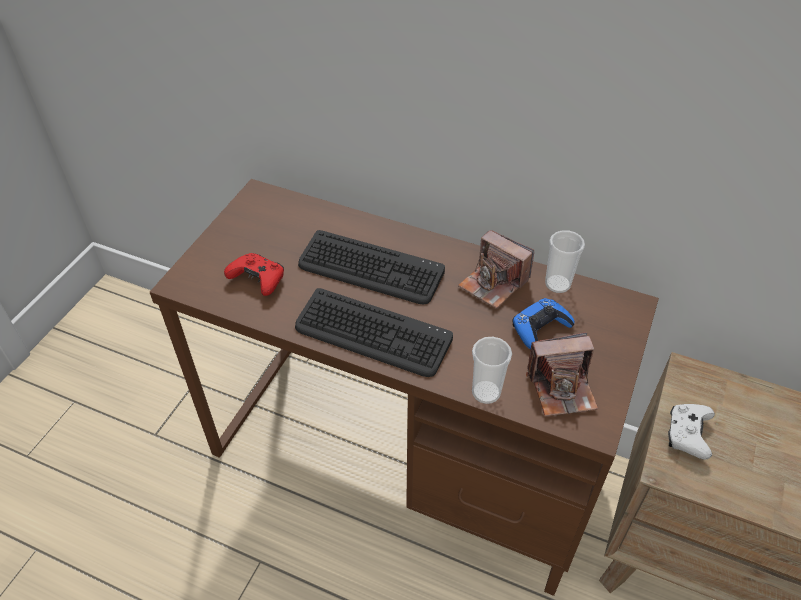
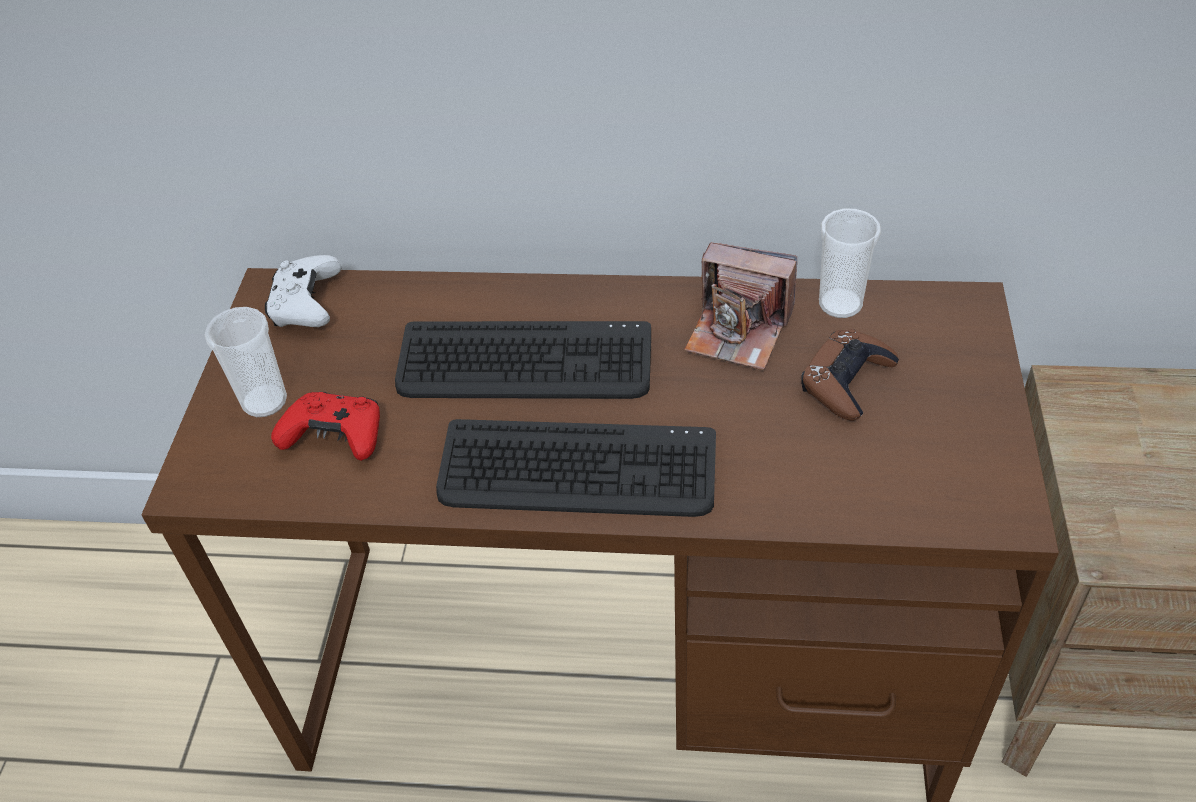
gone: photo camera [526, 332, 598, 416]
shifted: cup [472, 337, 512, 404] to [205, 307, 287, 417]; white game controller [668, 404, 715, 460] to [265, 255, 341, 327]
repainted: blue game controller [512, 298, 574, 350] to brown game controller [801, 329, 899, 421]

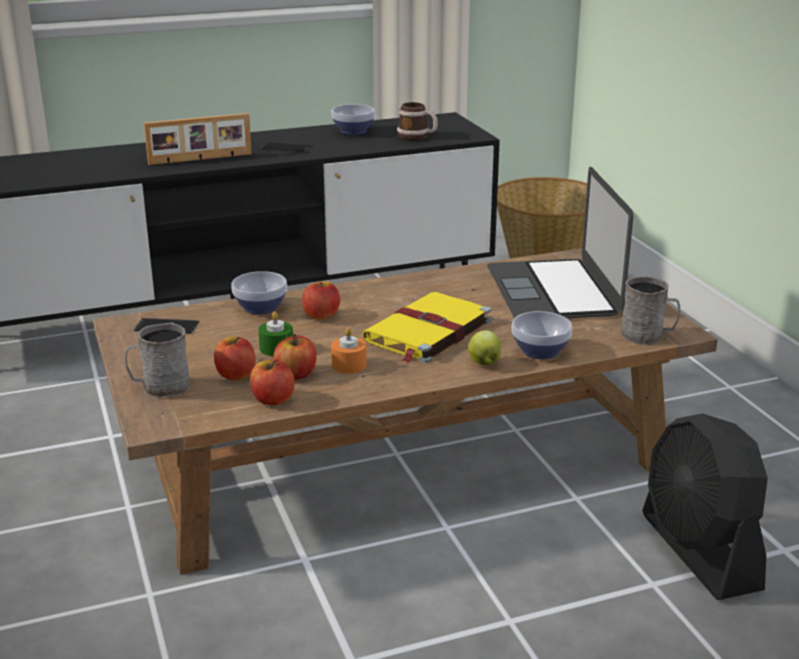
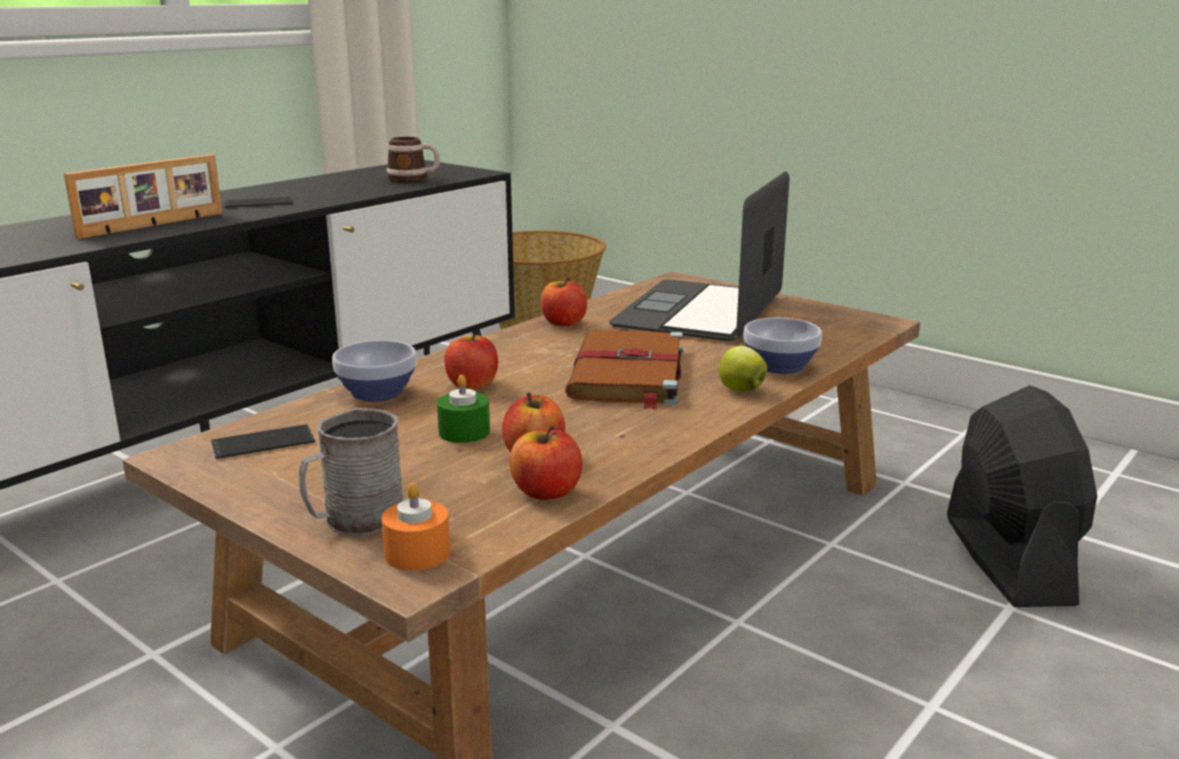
gone: bowl [331, 104, 375, 135]; grey mug [621, 276, 680, 345]
shifted: orange candle [331, 327, 367, 374] to [381, 483, 450, 571]; apple [214, 336, 256, 380] to [541, 278, 587, 326]
repainted: yellow book [362, 292, 492, 363] to brown book [565, 330, 683, 410]
rotated: laptop [487, 167, 633, 318] = [609, 171, 790, 341] 60 degrees clockwise; black fan [642, 413, 768, 600] = [947, 385, 1097, 607] 135 degrees counterclockwise

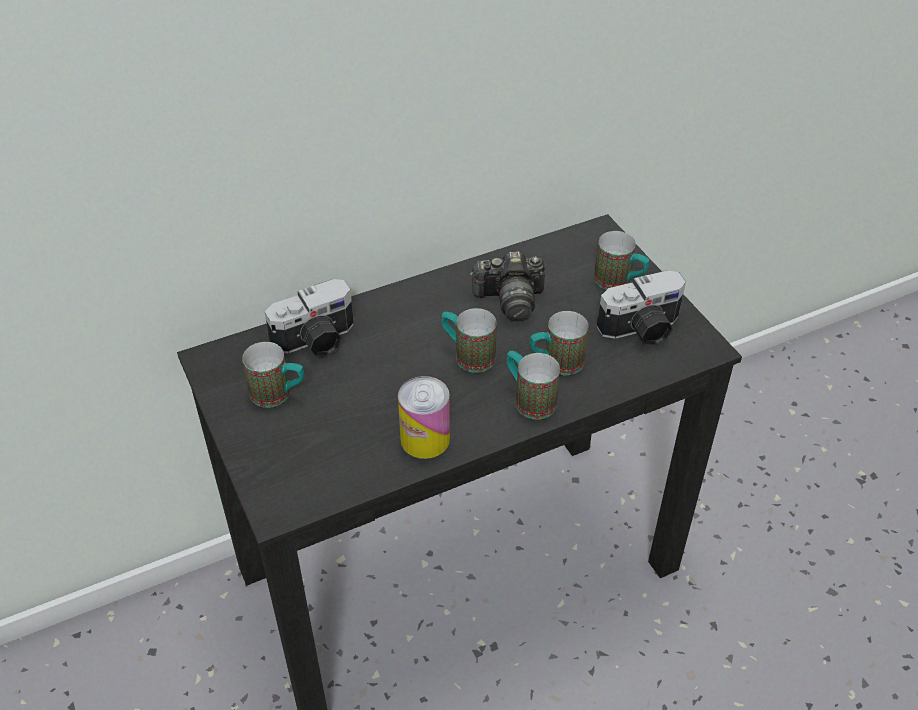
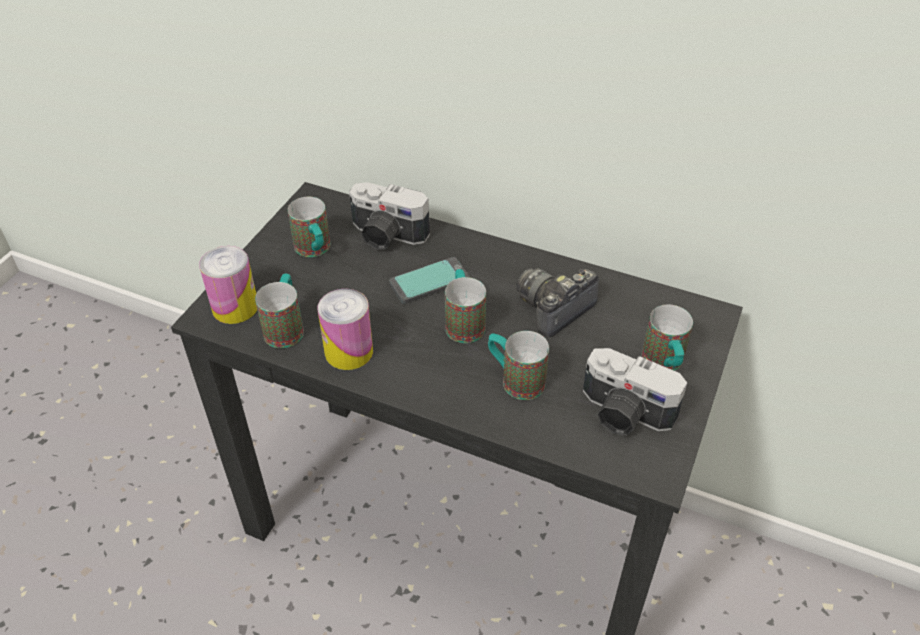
new: can [199, 246, 257, 324]; phone [389, 257, 470, 304]
shifted: mug [507, 351, 560, 419] to [255, 274, 304, 348]
rotated: photo camera [470, 251, 545, 321] = [516, 268, 599, 337] 90 degrees clockwise

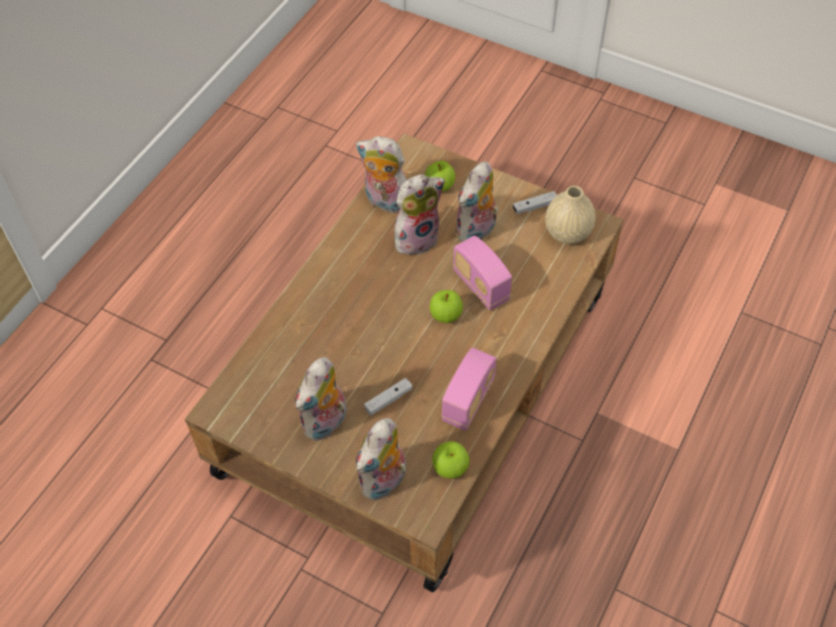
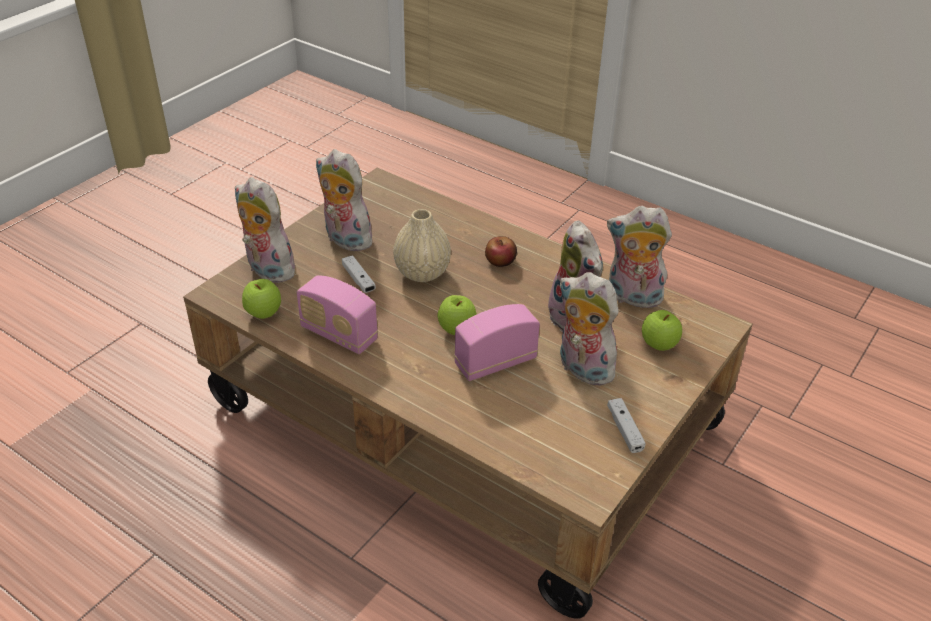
new: apple [485, 236, 517, 267]
shifted: beige vase [545, 186, 596, 244] to [393, 209, 451, 282]
rotated: plush toy [356, 136, 406, 213] = [607, 206, 672, 308] 105 degrees counterclockwise

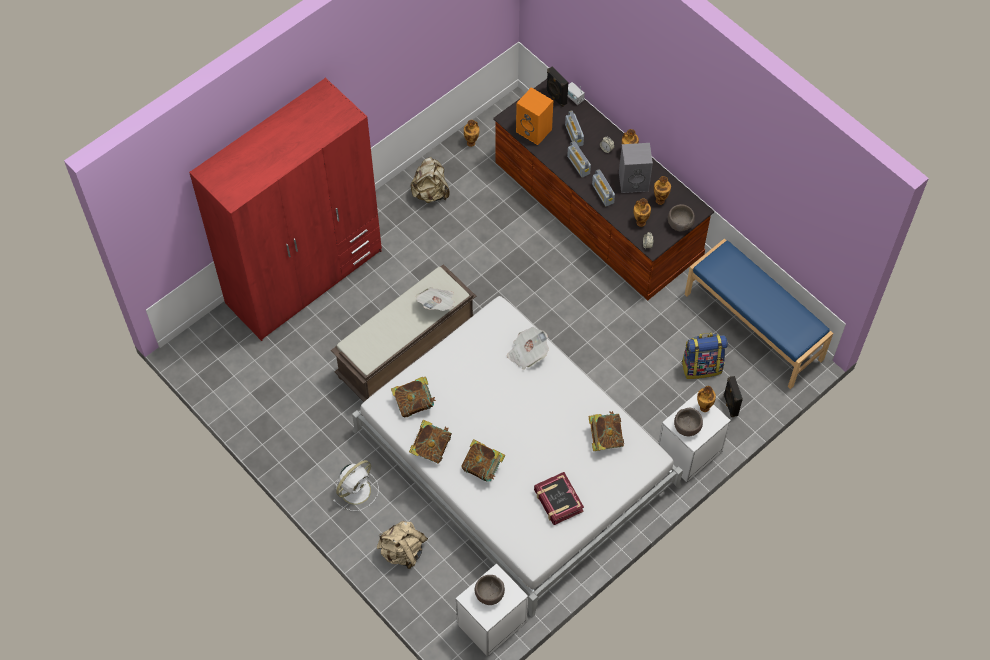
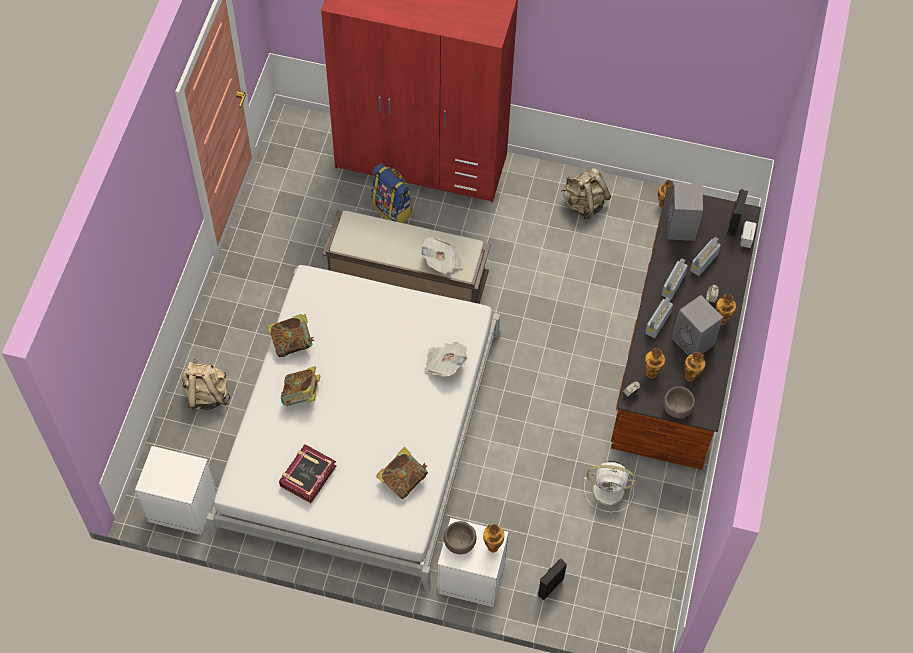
gone: book [391, 377, 436, 418]; brown bowl [475, 575, 505, 605]; blue bench [685, 238, 833, 389]
shifted: backpack [682, 333, 728, 379] to [371, 164, 412, 223]; white fan [333, 460, 379, 511] to [584, 461, 637, 512]
repainted: orange speaker [516, 87, 553, 145] to grey speaker [667, 183, 703, 241]

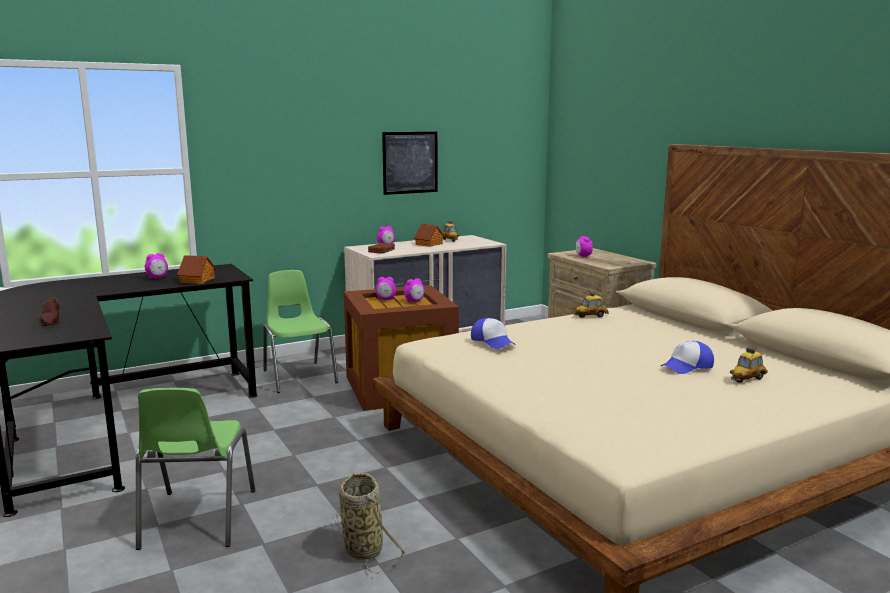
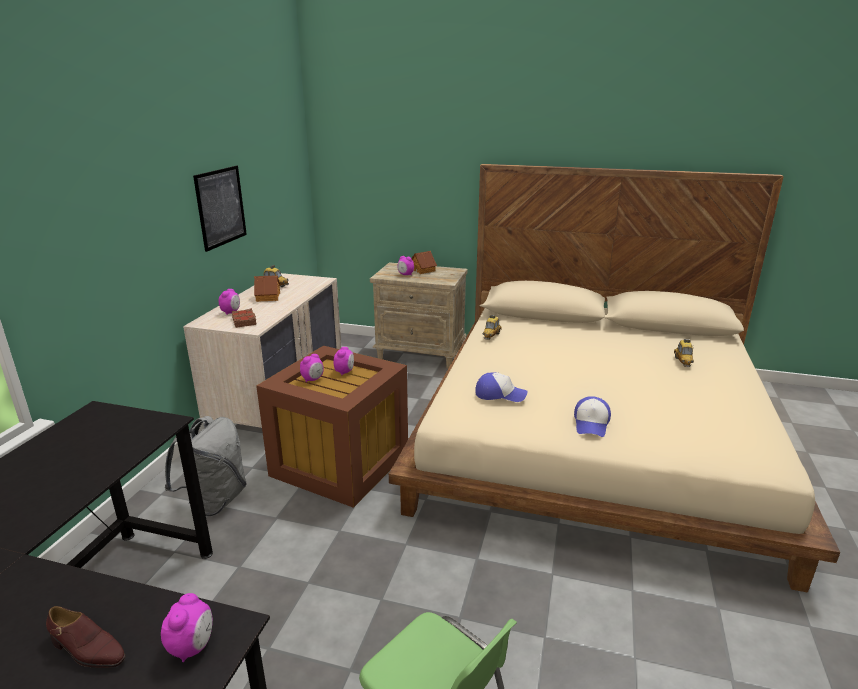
gone: basket [335, 473, 407, 574]
shifted: alarm clock [145, 253, 168, 279] to [161, 593, 213, 662]; toy house [177, 255, 217, 284] to [411, 251, 437, 274]; cap [661, 341, 714, 374] to [574, 396, 611, 437]
swapped: green chair [263, 270, 338, 393] to grey backpack [165, 416, 247, 516]

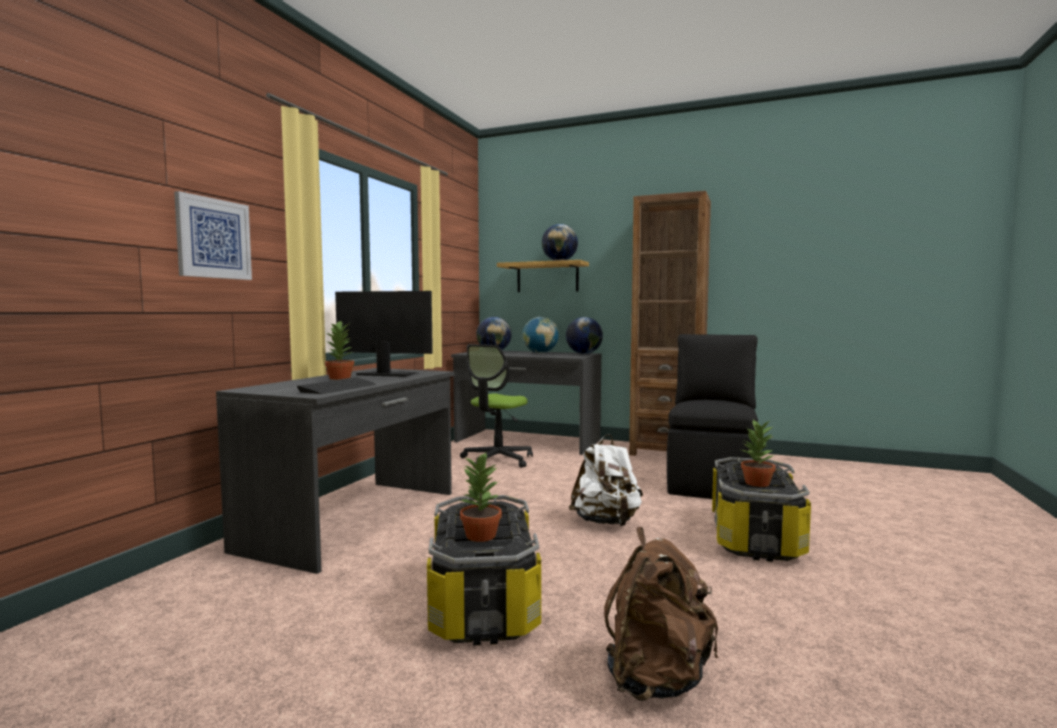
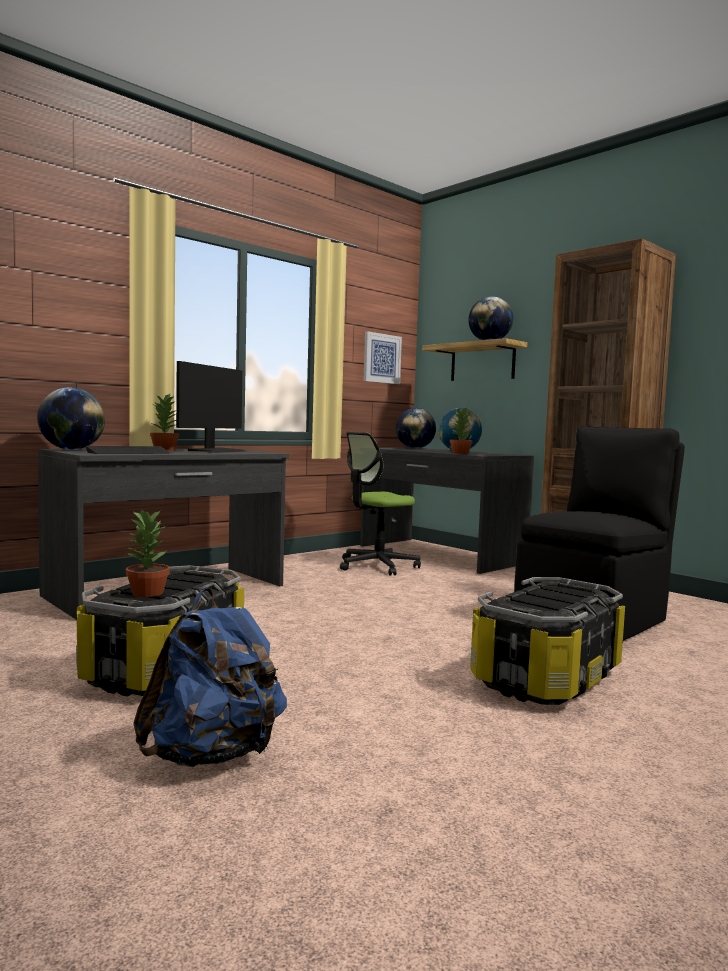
gone: white backpack [569, 434, 643, 526]
shifted: globe [566, 317, 603, 354] to [37, 387, 105, 450]; picture [174, 191, 252, 280] to [363, 331, 402, 384]; potted plant [741, 419, 776, 487] to [450, 407, 473, 454]
repainted: brown backpack [604, 527, 718, 701] to blue backpack [133, 588, 287, 767]
rotated: monitor [335, 291, 433, 377] = [176, 361, 245, 453] 75 degrees clockwise

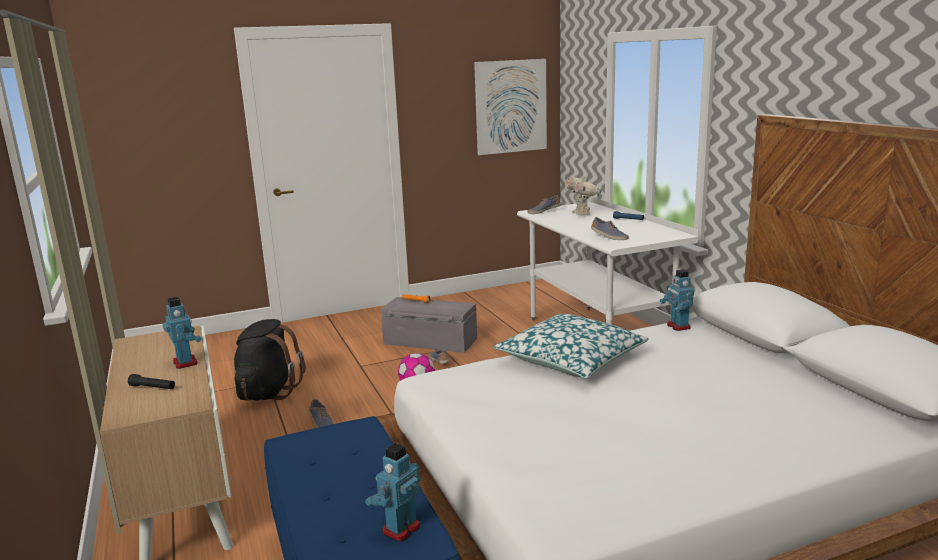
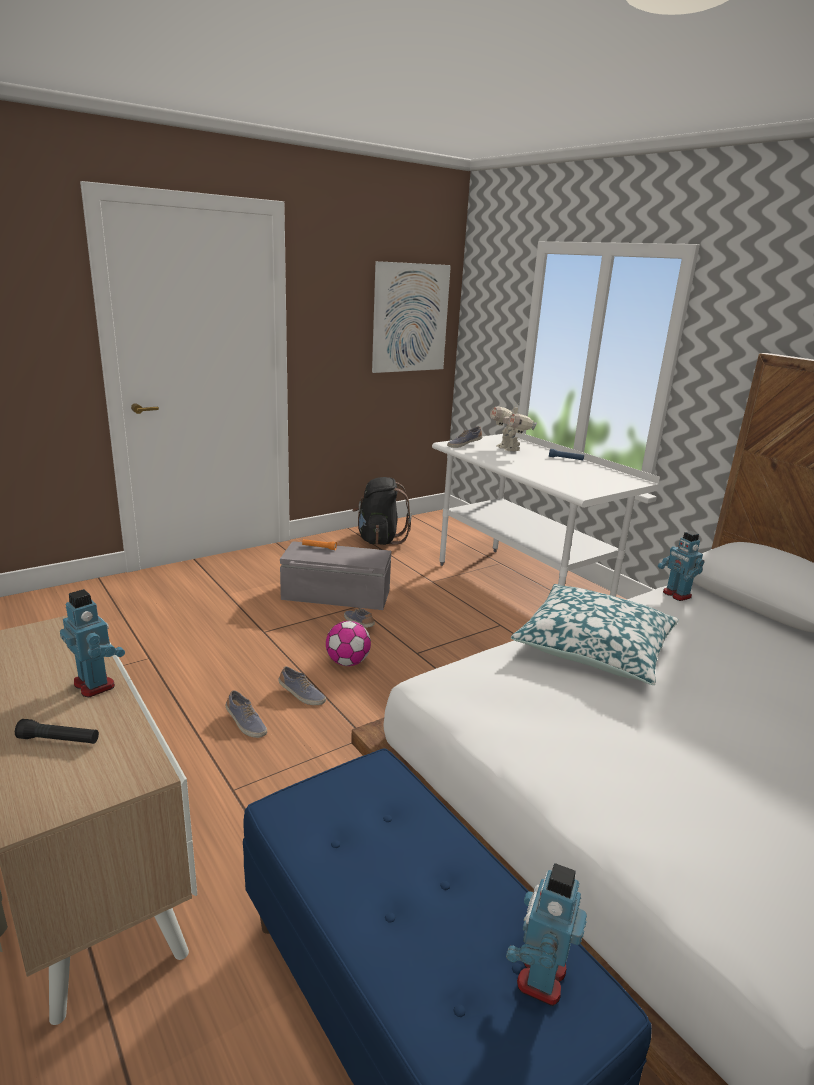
shifted: shoe [591, 217, 629, 240] to [278, 666, 326, 705]; black backpack [233, 319, 306, 401] to [352, 477, 412, 545]

